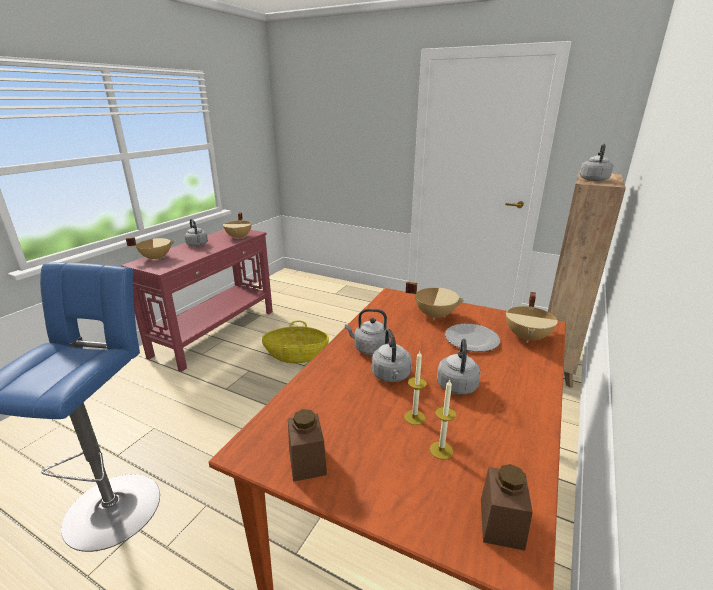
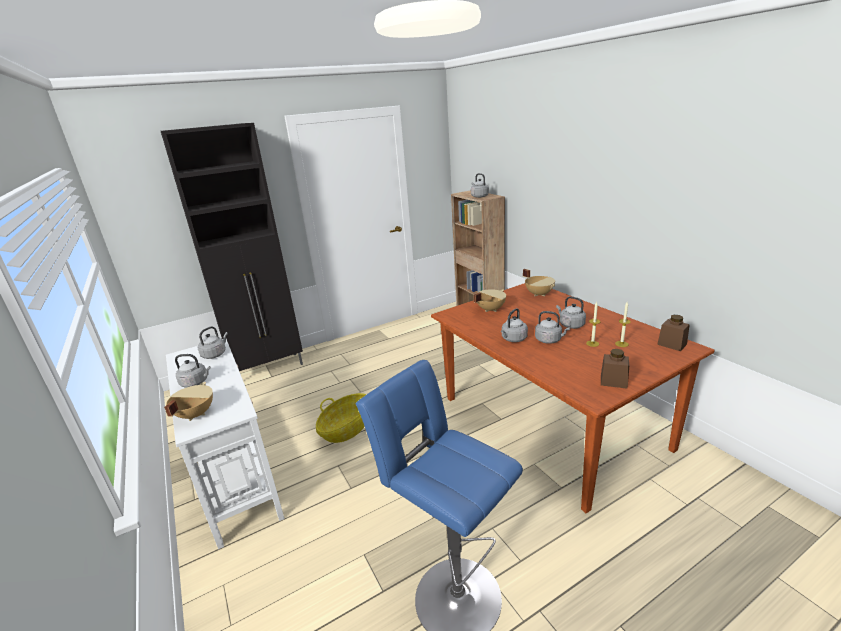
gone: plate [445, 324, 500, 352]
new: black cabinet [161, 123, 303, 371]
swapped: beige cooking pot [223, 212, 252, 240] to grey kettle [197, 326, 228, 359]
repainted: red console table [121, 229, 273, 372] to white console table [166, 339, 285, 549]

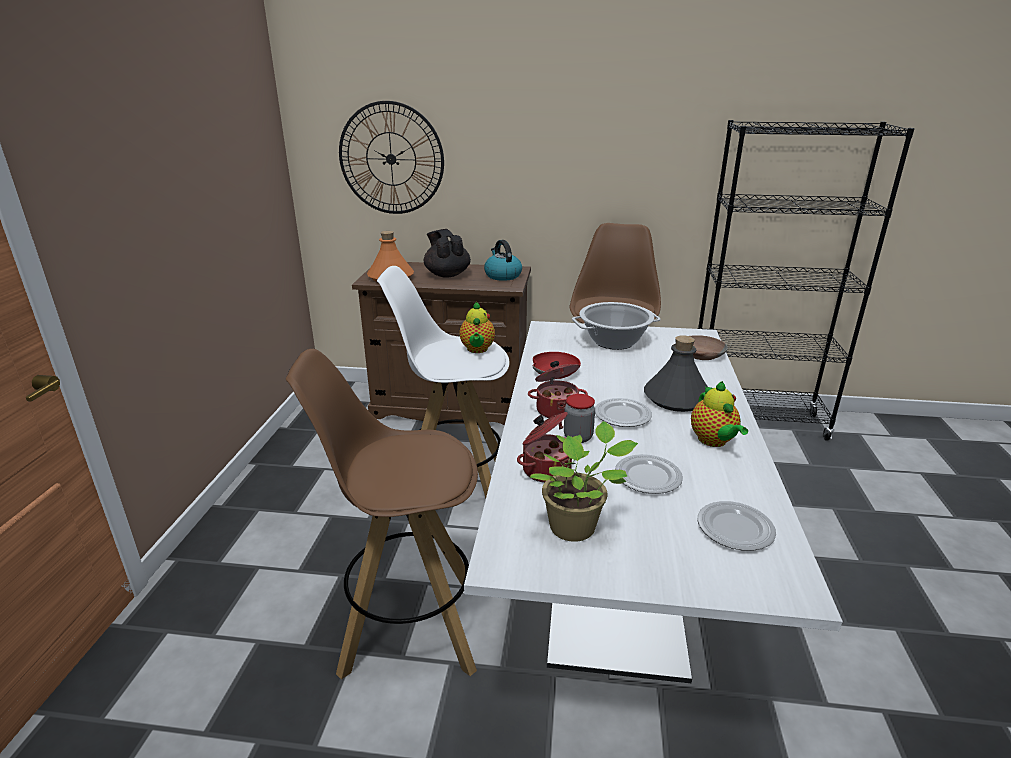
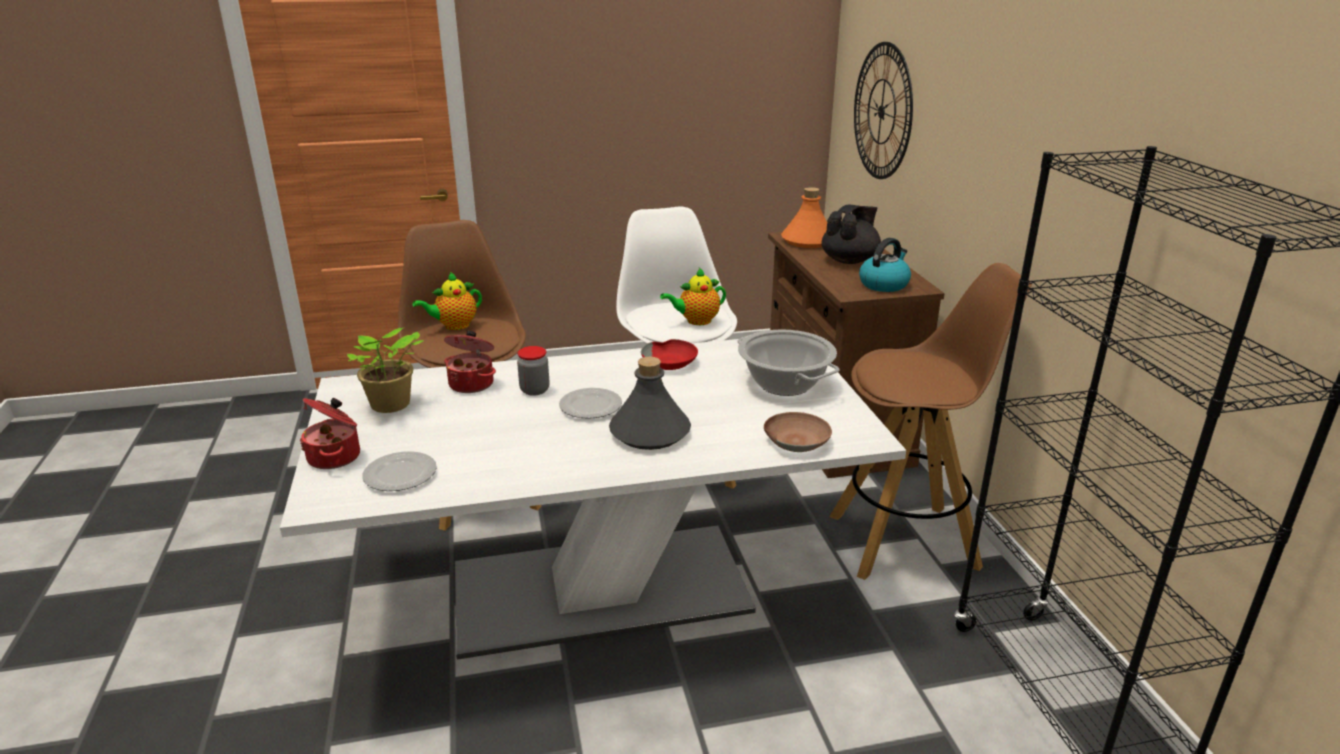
gone: plate [615, 454, 683, 494]
shifted: cooking pot [528, 361, 588, 418] to [300, 398, 360, 469]; teapot [691, 381, 748, 447] to [412, 272, 482, 330]

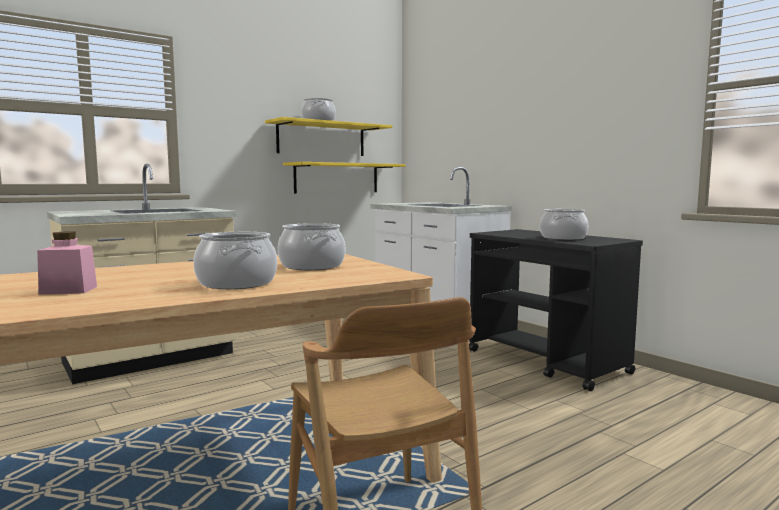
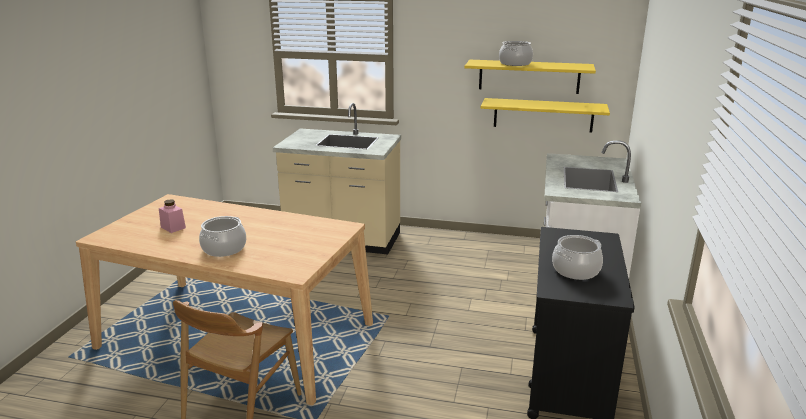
gone: cooking pot [278, 223, 346, 270]

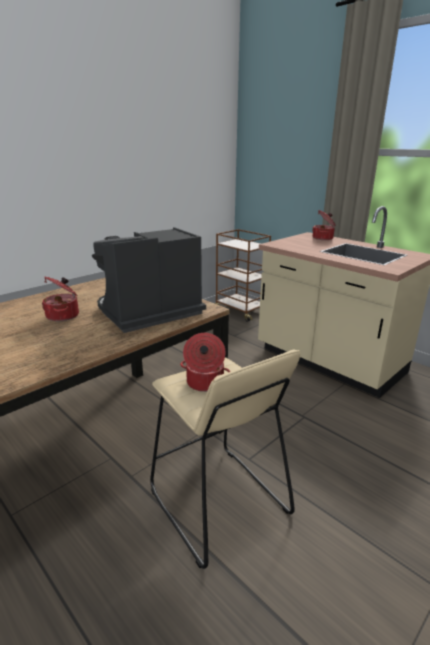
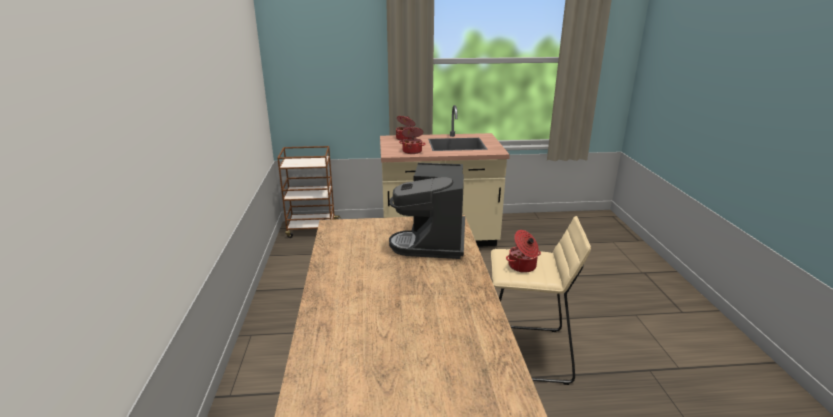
shifted: cooking pot [42, 276, 79, 322] to [399, 127, 426, 154]

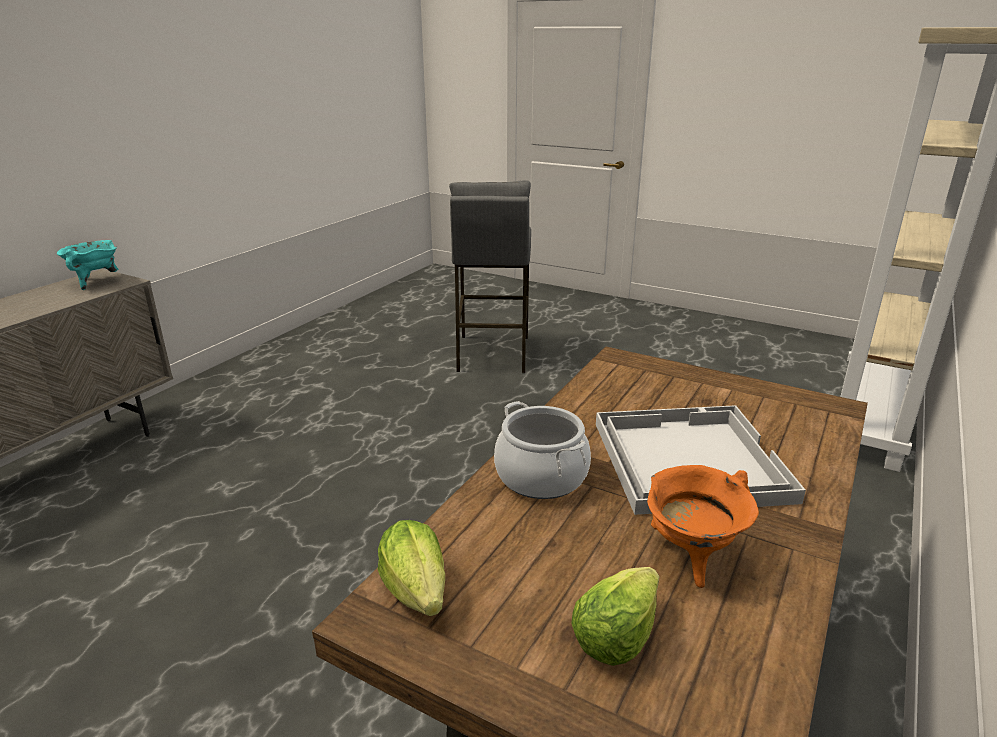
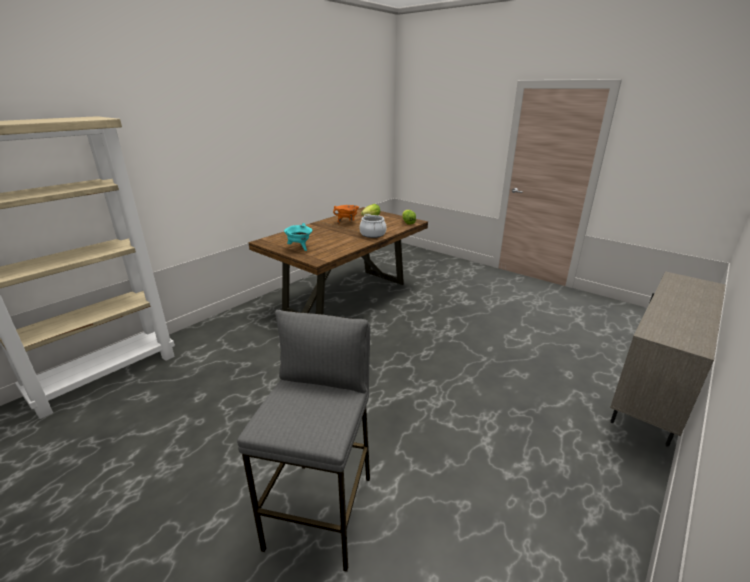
gone: white tray [596, 405, 806, 515]
shifted: turquoise cooking pot [57, 240, 119, 290] to [284, 223, 312, 251]

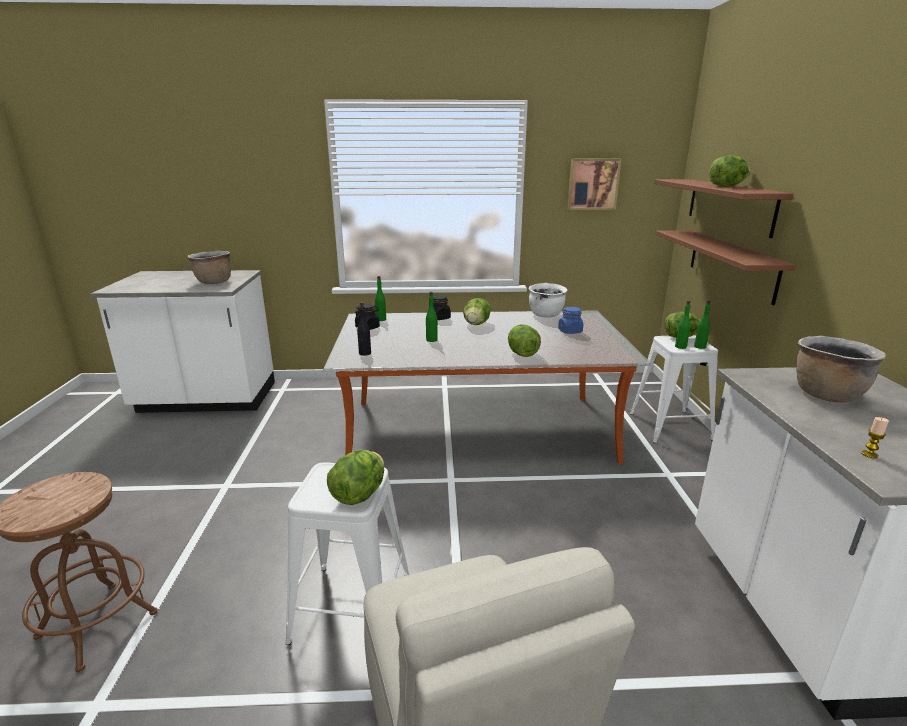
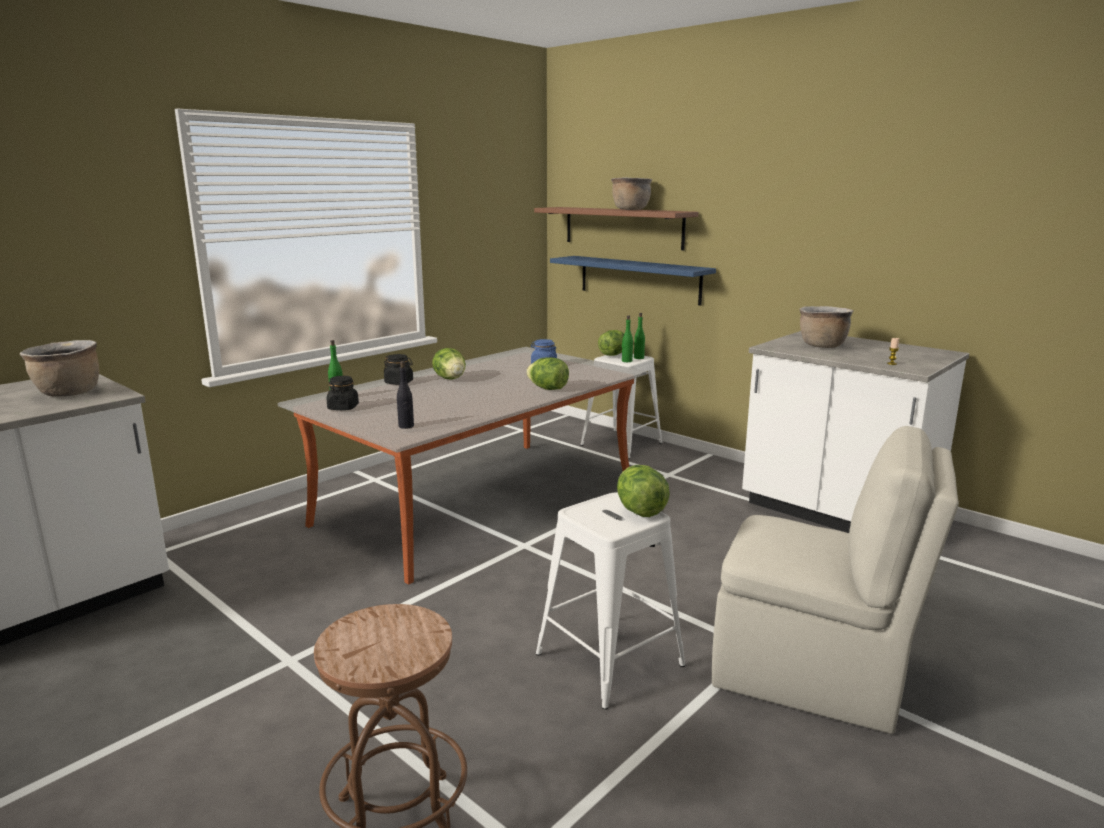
gone: green bottle [426, 292, 438, 342]; white cooking pot [529, 283, 567, 318]; picture [567, 159, 621, 210]
swapped: lettuce [709, 155, 750, 187] to brown cooking pot [611, 177, 652, 210]
repainted: brown shelf [656, 230, 796, 305] to blue shelf [550, 256, 716, 305]

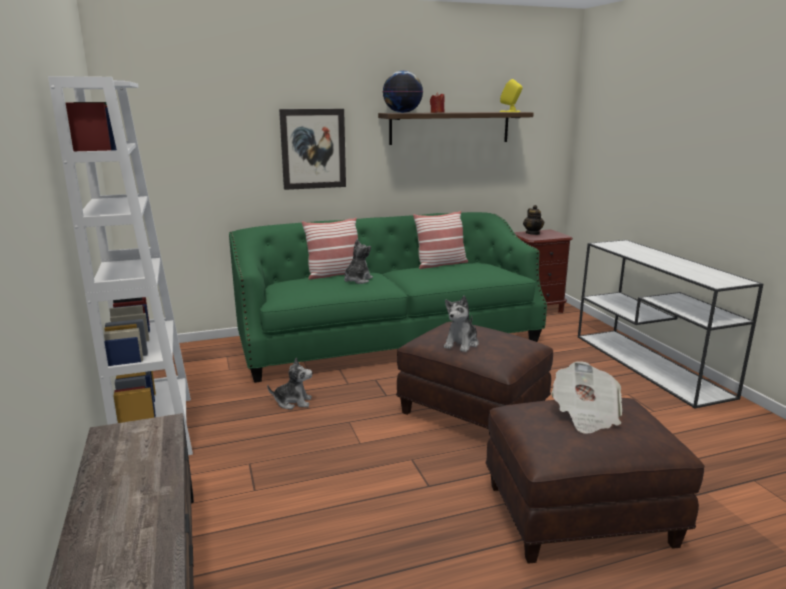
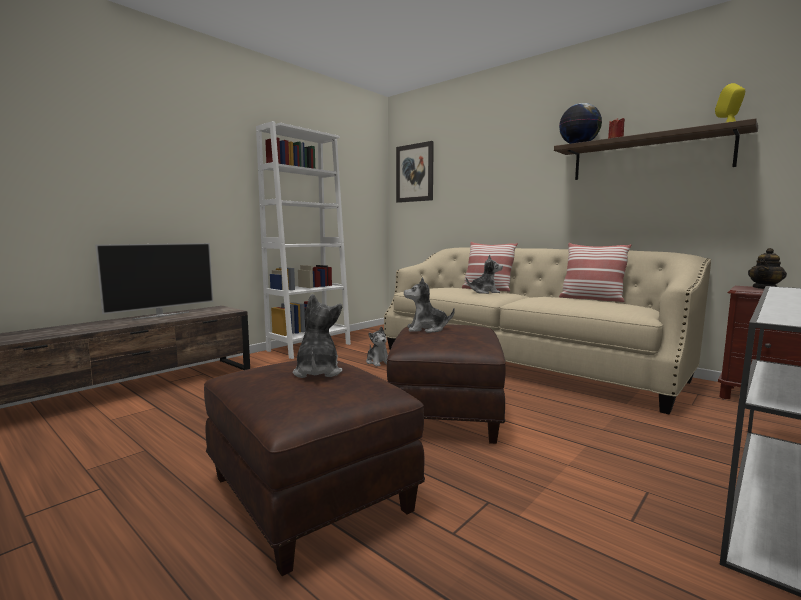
new: television [95, 243, 213, 320]
shifted: picture [279, 109, 346, 190] to [396, 141, 434, 203]
swapped: newspaper [551, 361, 622, 434] to plush toy [293, 294, 343, 378]
repainted: green sofa [229, 212, 547, 383] to beige sofa [384, 248, 711, 414]

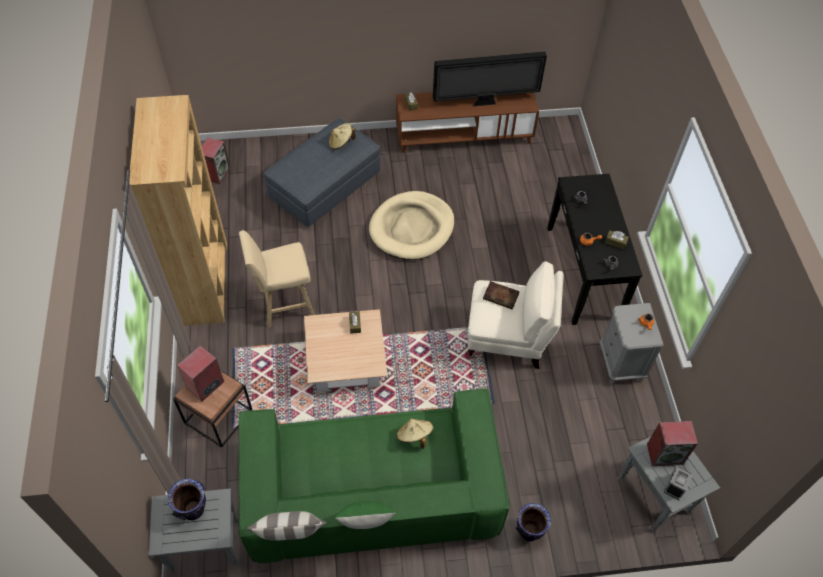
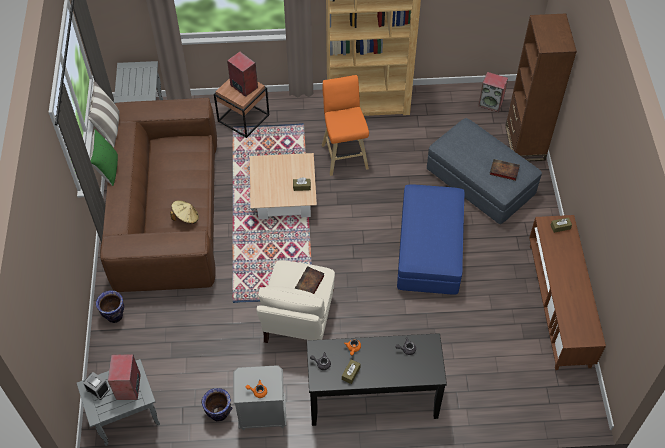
gone: television [433, 51, 547, 106]
new: brown bookcase [505, 14, 577, 162]
shifted: vase [168, 479, 206, 521] to [201, 388, 233, 422]
swapped: beige dog bed [369, 191, 454, 260] to blue ottoman [397, 184, 465, 294]; beige hat [329, 123, 356, 150] to book [489, 159, 520, 181]
repainted: green sofa [239, 388, 510, 563] to brown sofa [100, 98, 217, 292]; beige stool [239, 230, 315, 328] to orange stool [322, 75, 369, 176]

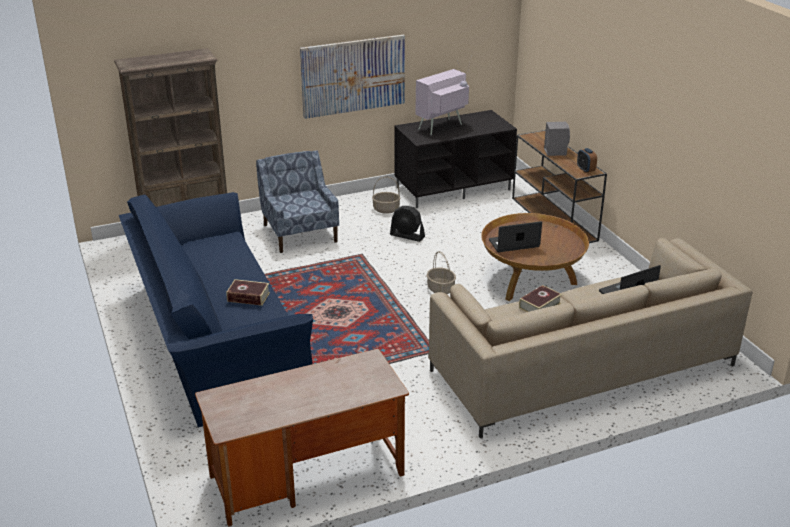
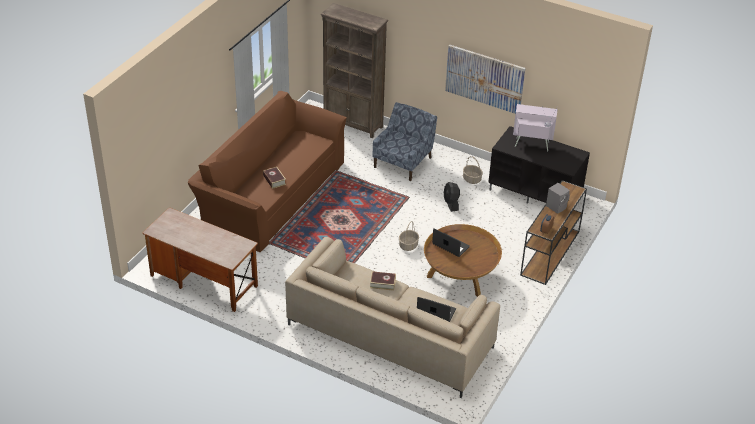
repainted: blue sofa [119, 192, 313, 427] to brown sofa [188, 91, 347, 252]

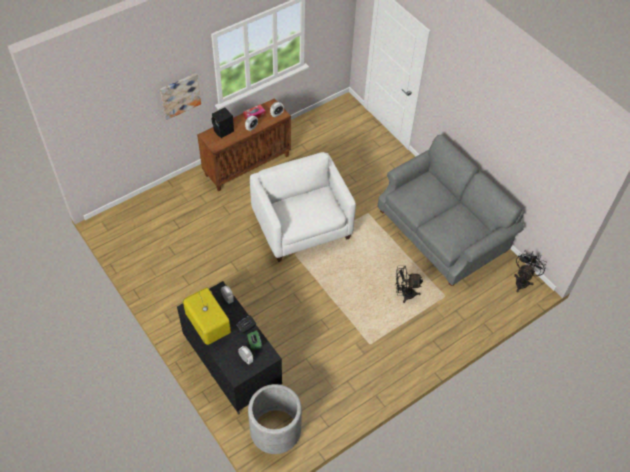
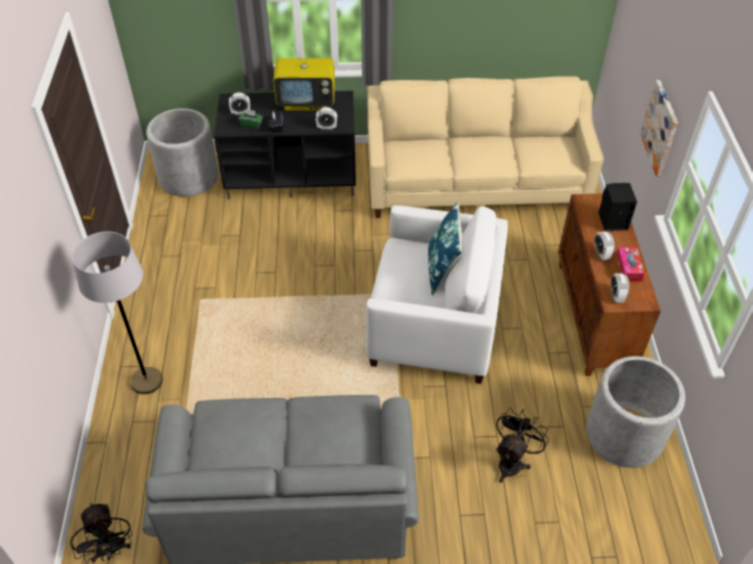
new: grey floor lamp [72, 232, 163, 394]; beige sofa [367, 76, 604, 218]; blue pillow [428, 202, 463, 296]; grey planter [586, 356, 685, 468]
shifted: black fan [396, 266, 423, 303] to [496, 408, 549, 483]

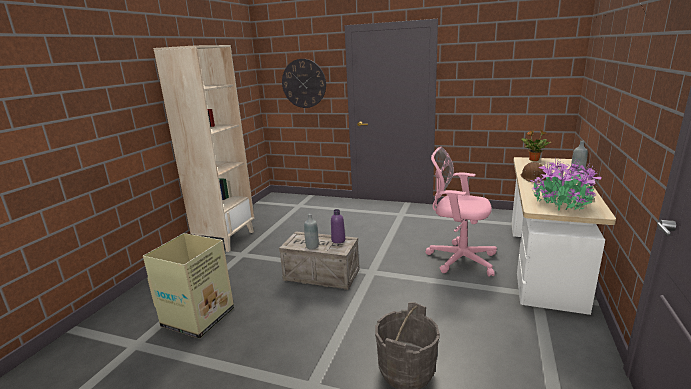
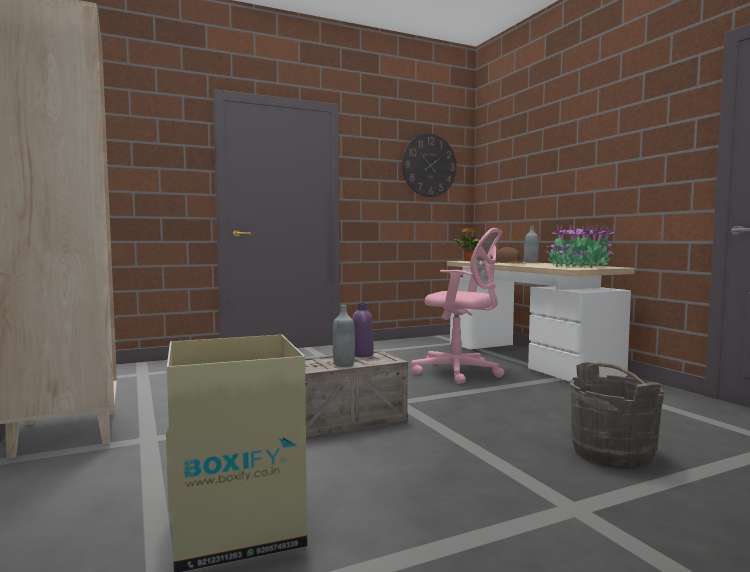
shifted: wall clock [282, 59, 326, 108] to [402, 134, 456, 197]
rotated: pink office chair [425, 147, 497, 276] = [411, 228, 504, 384] 135 degrees counterclockwise

